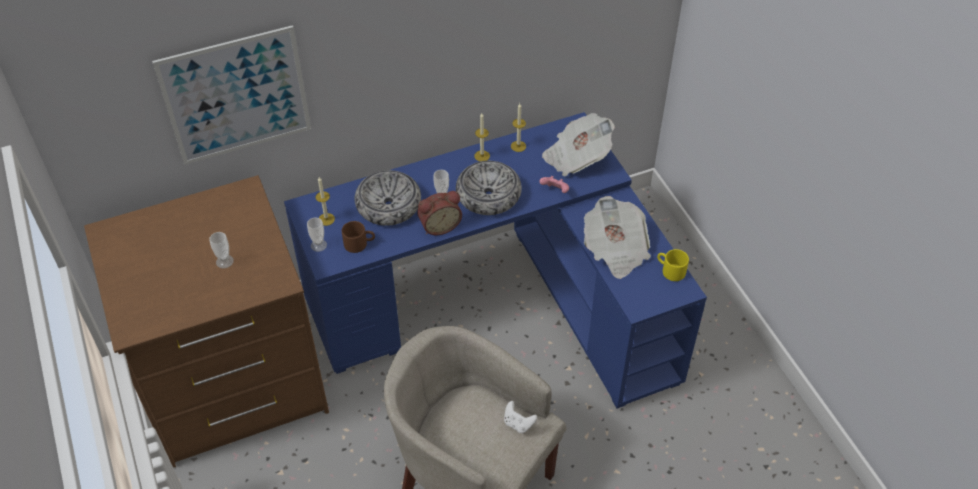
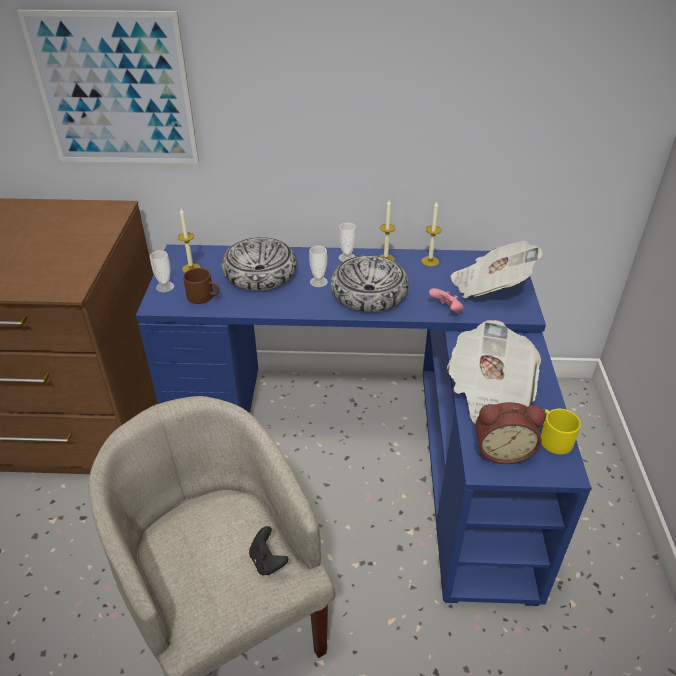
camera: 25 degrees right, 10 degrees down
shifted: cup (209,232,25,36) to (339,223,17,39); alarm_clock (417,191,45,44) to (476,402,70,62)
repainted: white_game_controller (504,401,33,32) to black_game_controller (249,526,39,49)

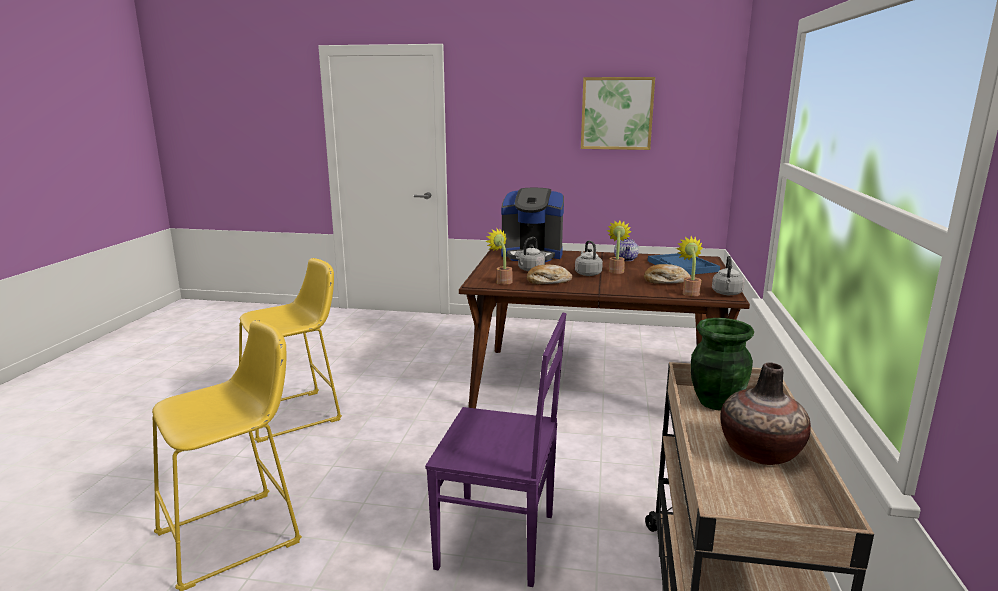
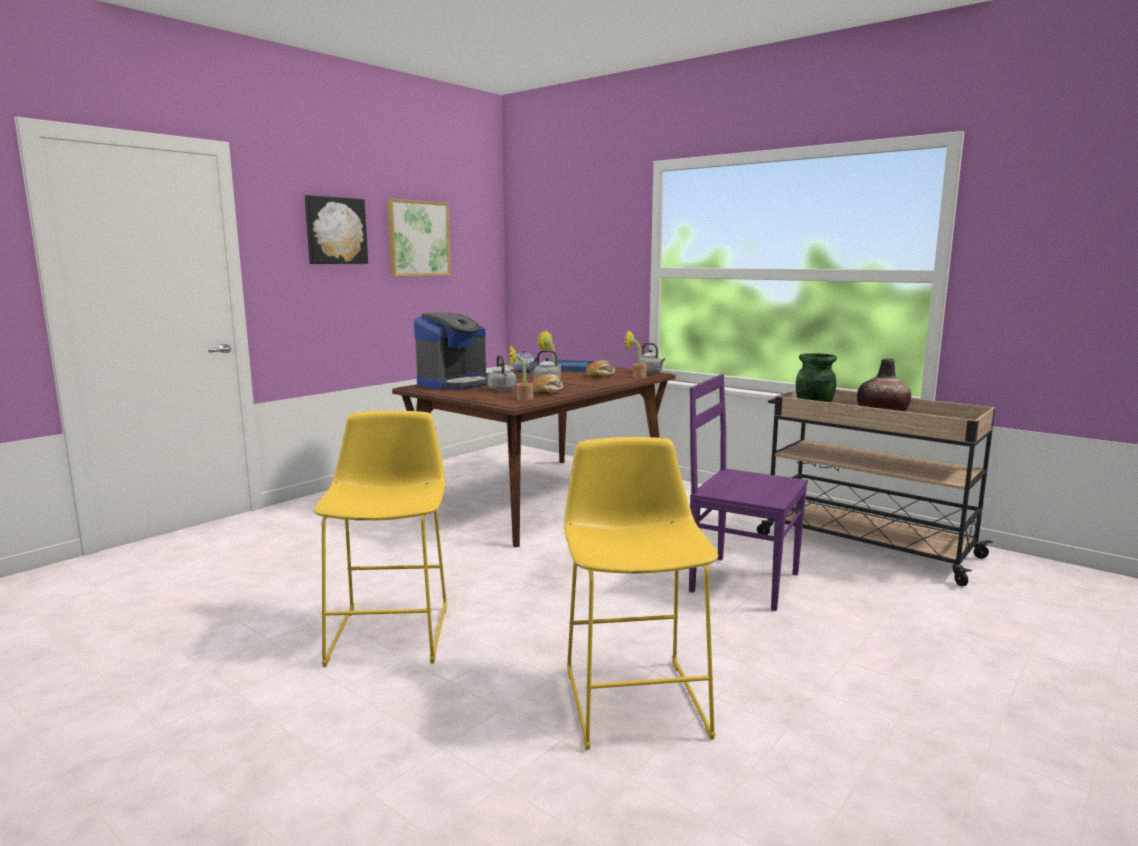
camera: 60 degrees left, 5 degrees down
new: picture (305,195,63,69)
rotated: purple_chair (425,313,141,274) = (689,374,119,237) 105 degrees counterclockwise

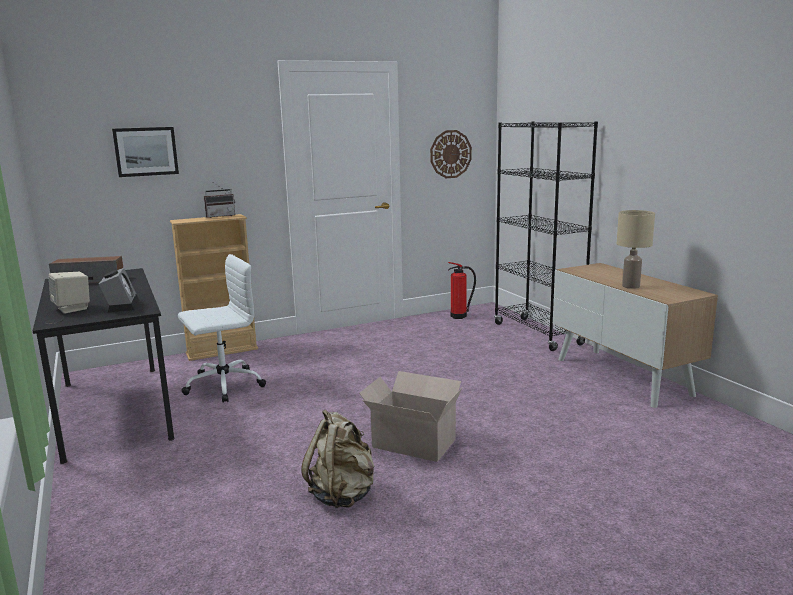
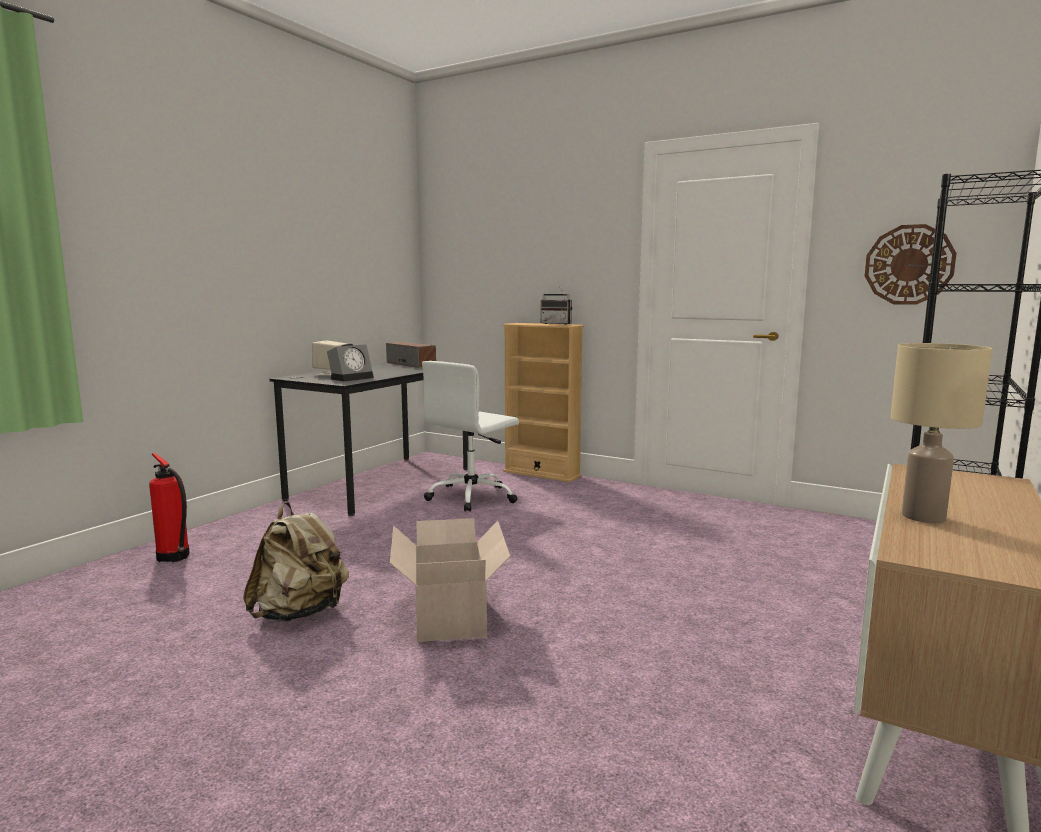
camera: 55 degrees right, 5 degrees down
gone: picture (112,127,67,50)
shifted: fire_extinguisher (448,262,28,57) to (149,453,41,109)
rotated: white_office_chair (178,254,88,149) = (422,361,97,151) 105 degrees clockwise

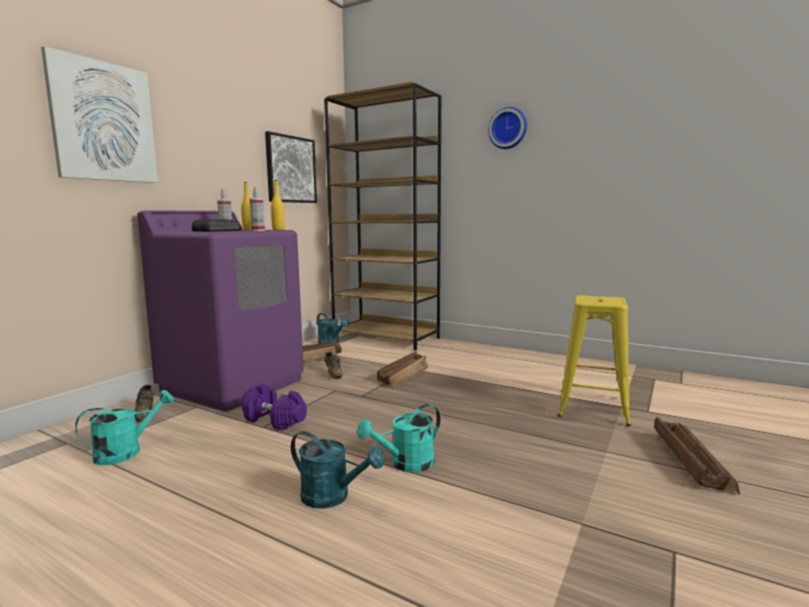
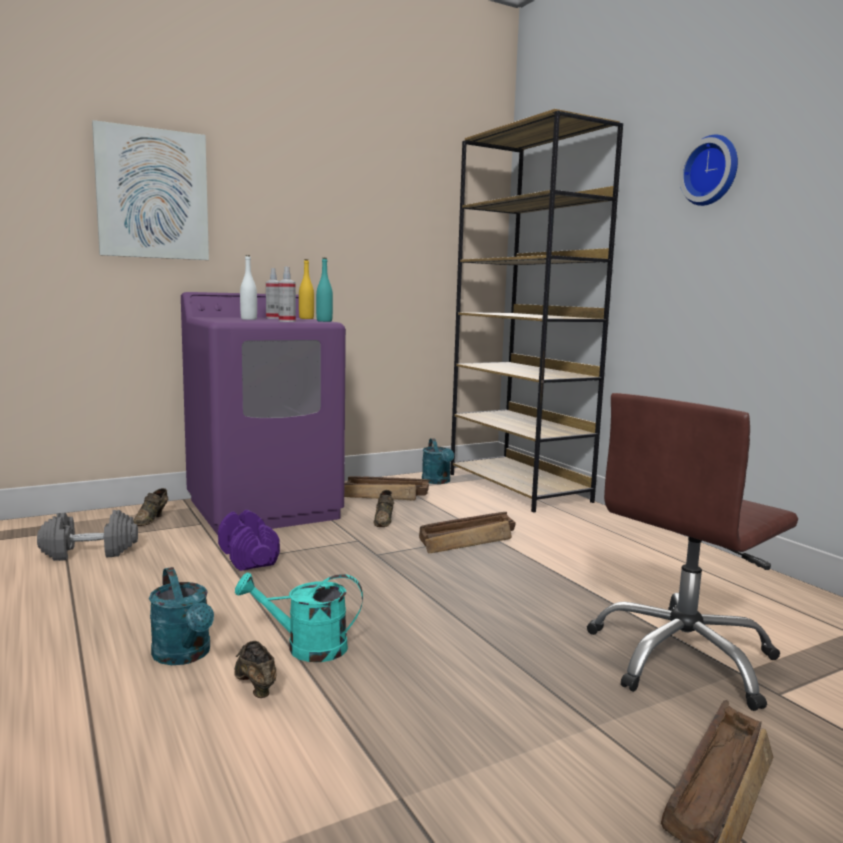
camera: 30 degrees right, 0 degrees up
gone: picture (265,131,52,72)
new: brown_shoe (234,641,43,57)
swapped: turquoise_watering_can (75,390,99,75) to grey_dumbbell (37,510,101,51); radio (192,220,49,12) to white_bottle (240,255,17,65); yellow_stool (558,295,73,131) to brown_office_chair (587,393,211,318)
repainted: yellow_bottle (271,180,14,50) to turquoise_bottle (316,258,17,64)

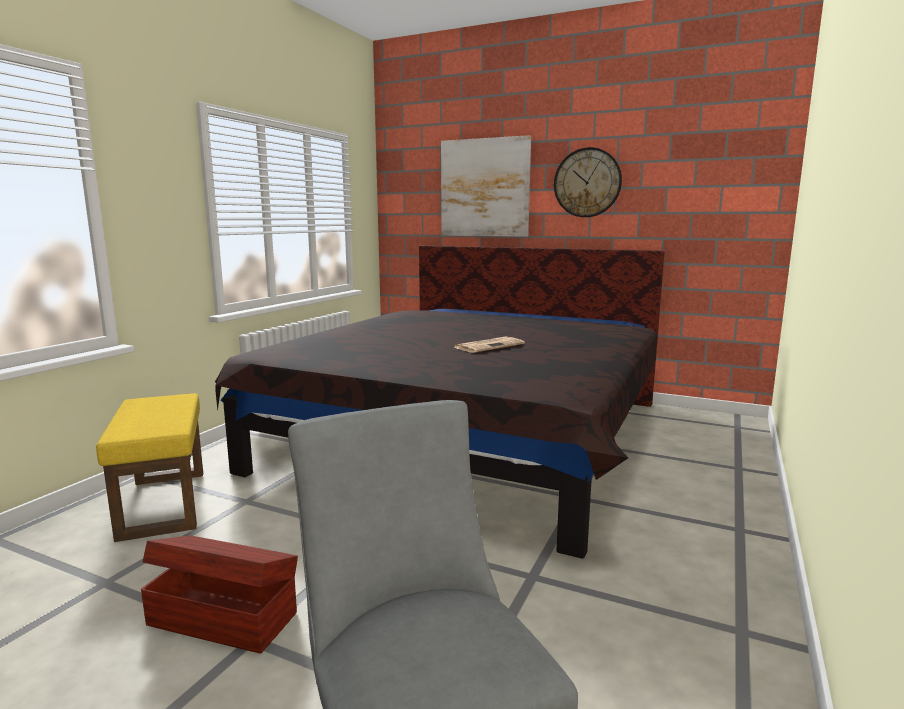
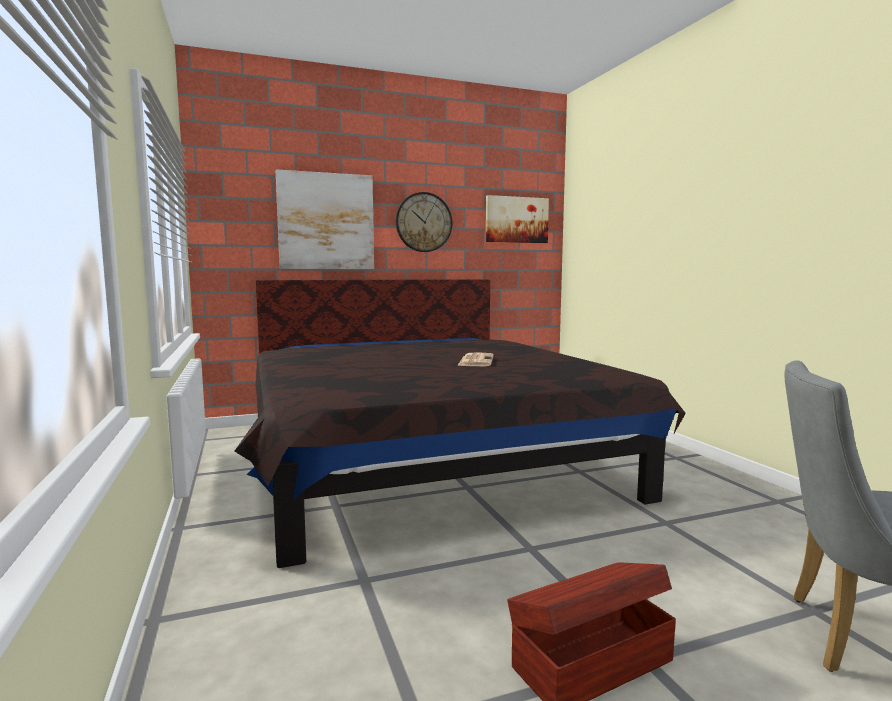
camera: 45 degrees left, 5 degrees down
gone: yellow_ottoman (96,393,107,149)
new: picture (486,195,63,48)

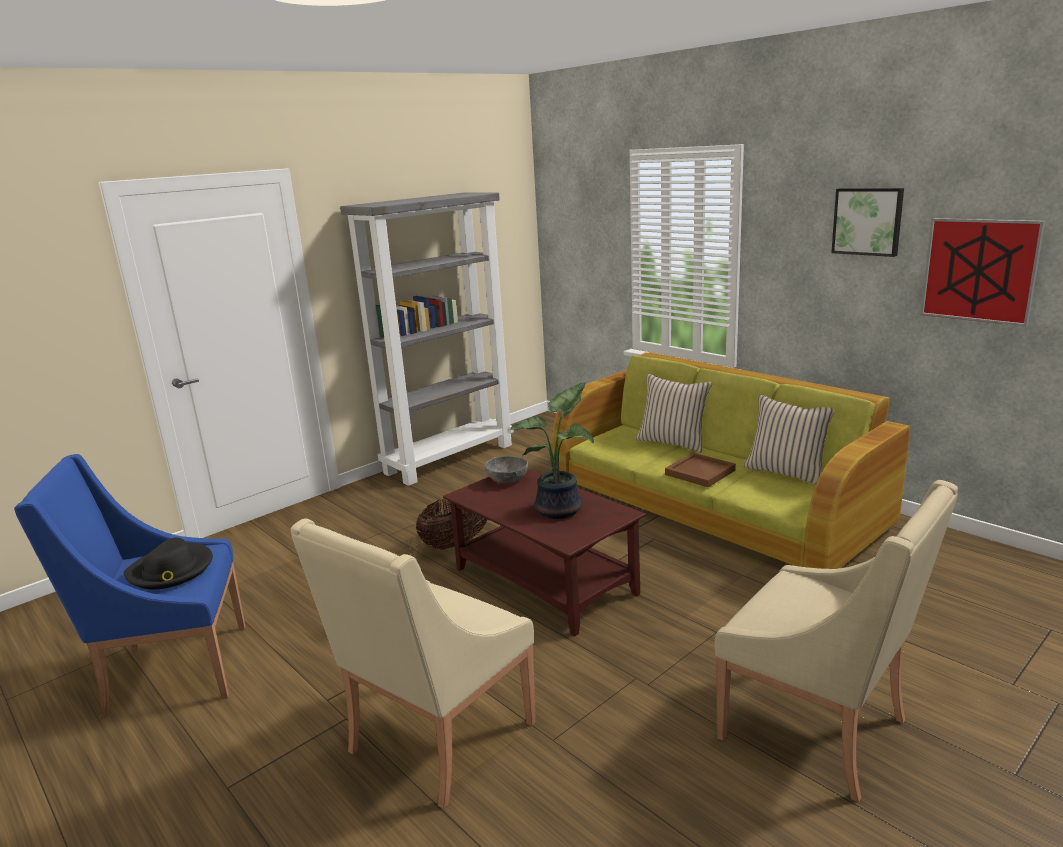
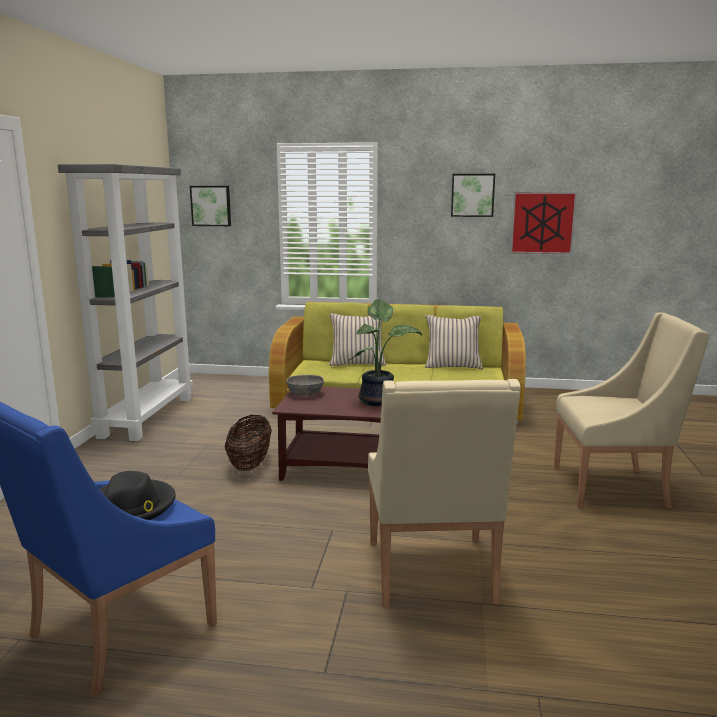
camera: 40 degrees left, 5 degrees down
gone: brown_tray (665,453,71,34)
new: picture (190,186,41,40)

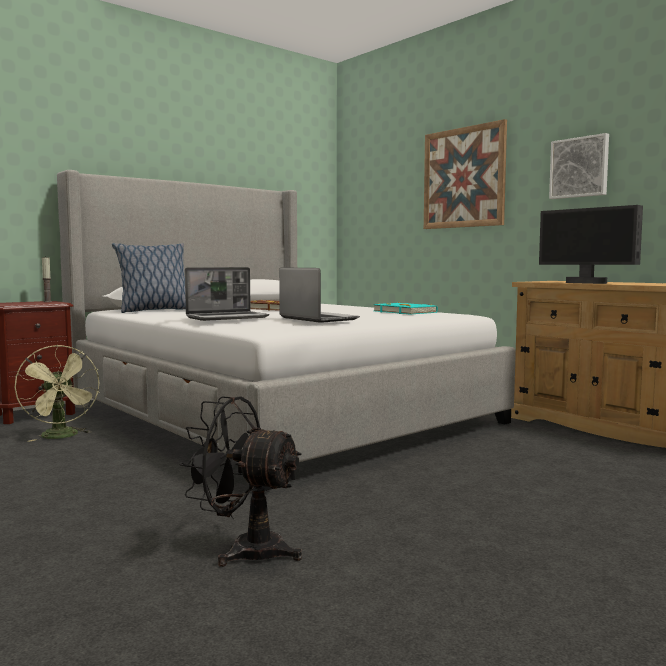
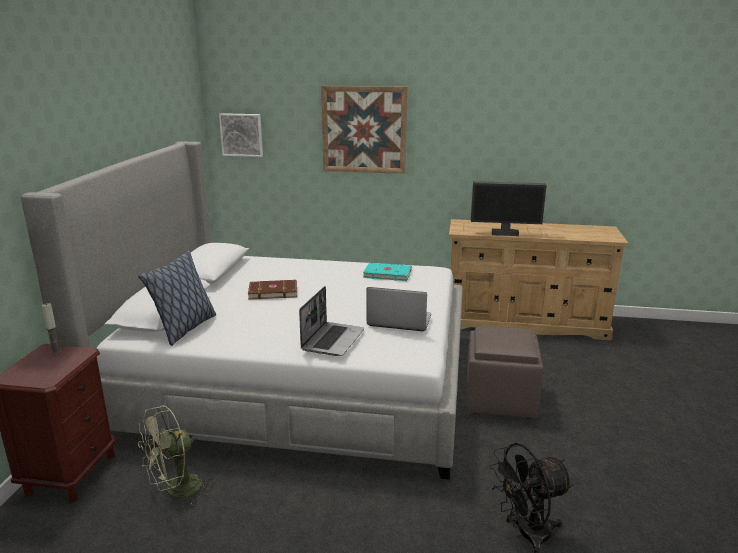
camera: 40 degrees left, 15 degrees up
new: brown_ottoman (466,326,77,93)
shifted: picture (549,133,60,66) to (219,113,44,44)
rotated: green_fan (15,345,84,97) = (138,406,77,100) 120 degrees clockwise

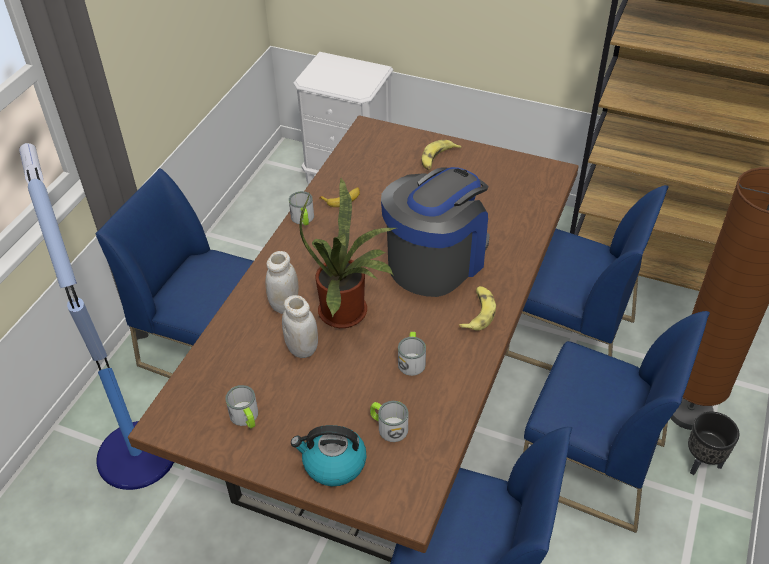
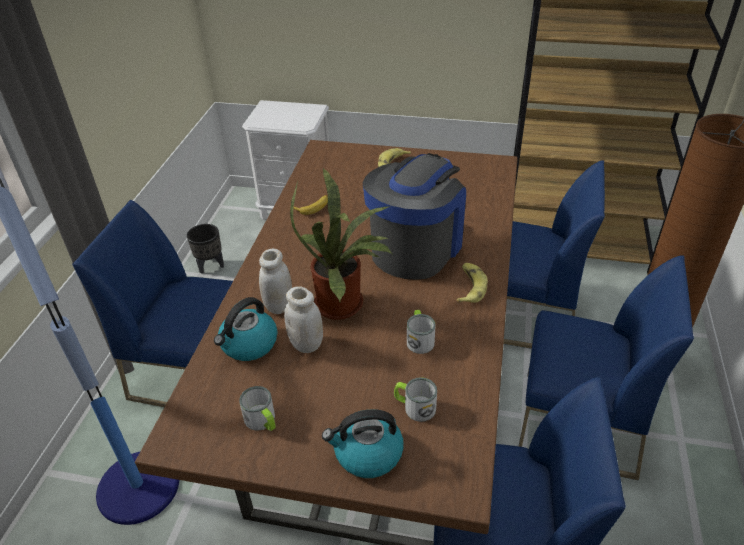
camera: 10 degrees left, 5 degrees down
gone: mug (289,191,25,35)
new: kettle (214,297,64,64)
shifted: black_planter (688,412,51,63) to (187,224,37,50)

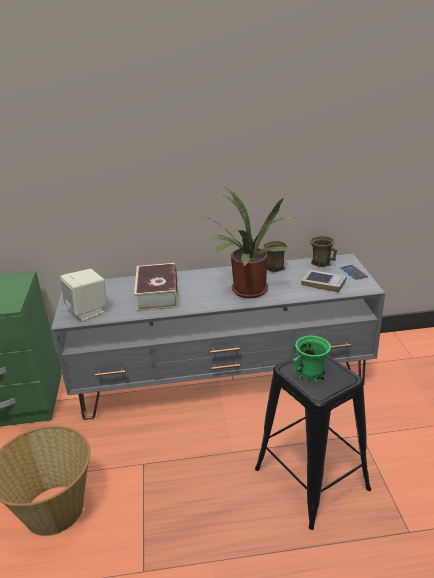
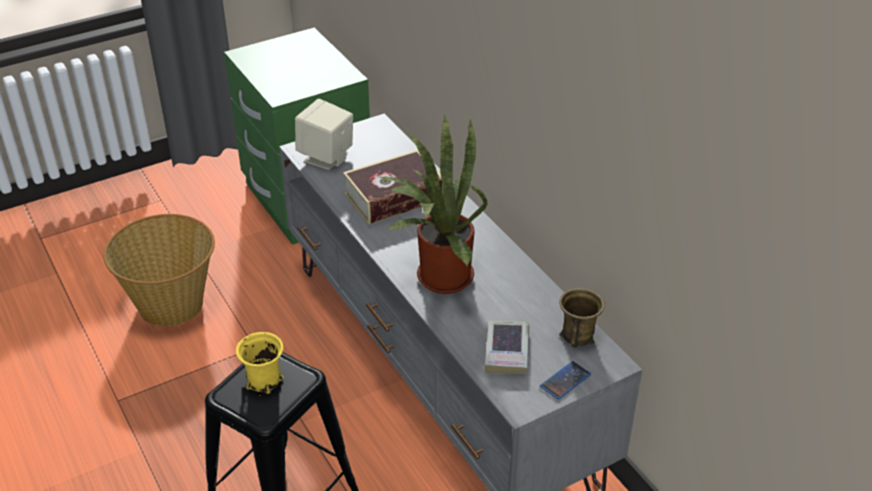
camera: 65 degrees right, 10 degrees up
gone: brown_mug (262,240,26,33)
repainted: green_mug (293,336,38,46) to yellow_mug (236,332,48,62)

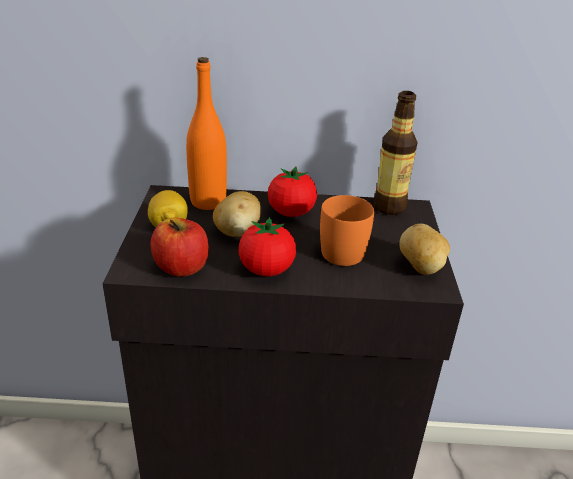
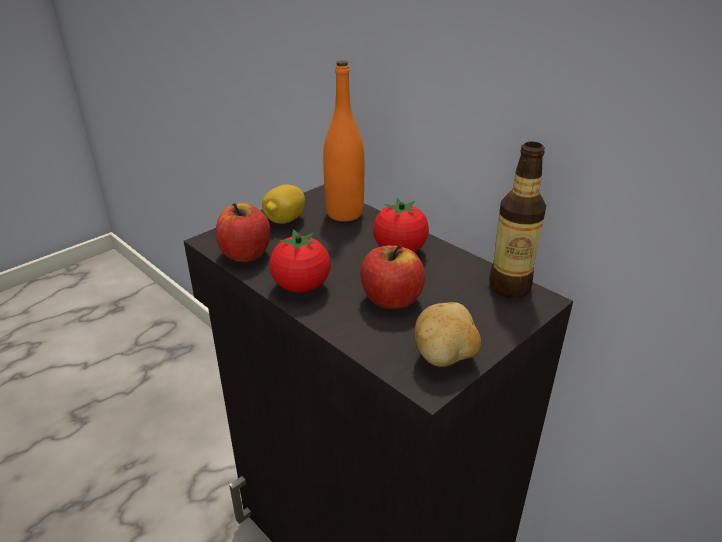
camera: 45 degrees right, 0 degrees up
gone: potato (213,191,48,46)
swapped: orange_mug (320,195,54,71) to apple (360,245,65,64)

